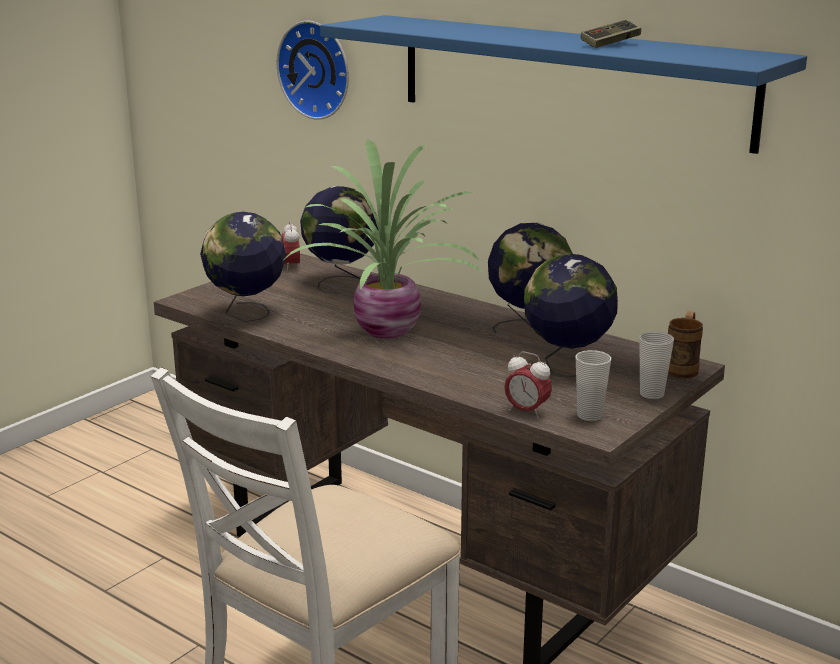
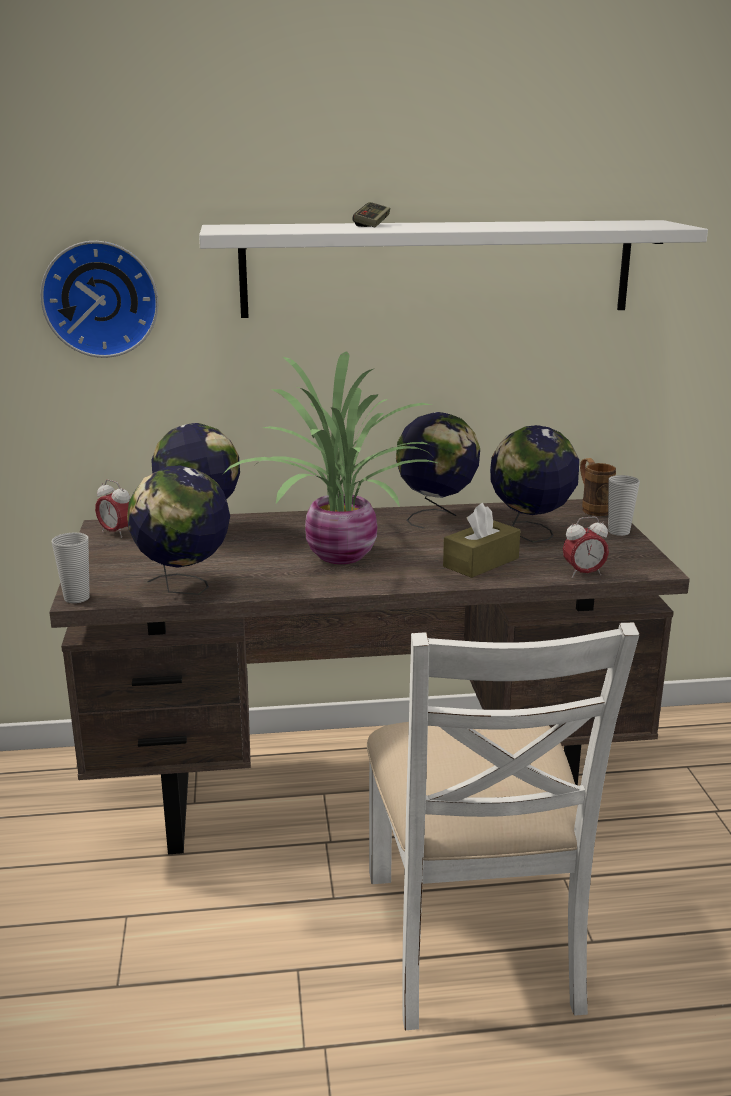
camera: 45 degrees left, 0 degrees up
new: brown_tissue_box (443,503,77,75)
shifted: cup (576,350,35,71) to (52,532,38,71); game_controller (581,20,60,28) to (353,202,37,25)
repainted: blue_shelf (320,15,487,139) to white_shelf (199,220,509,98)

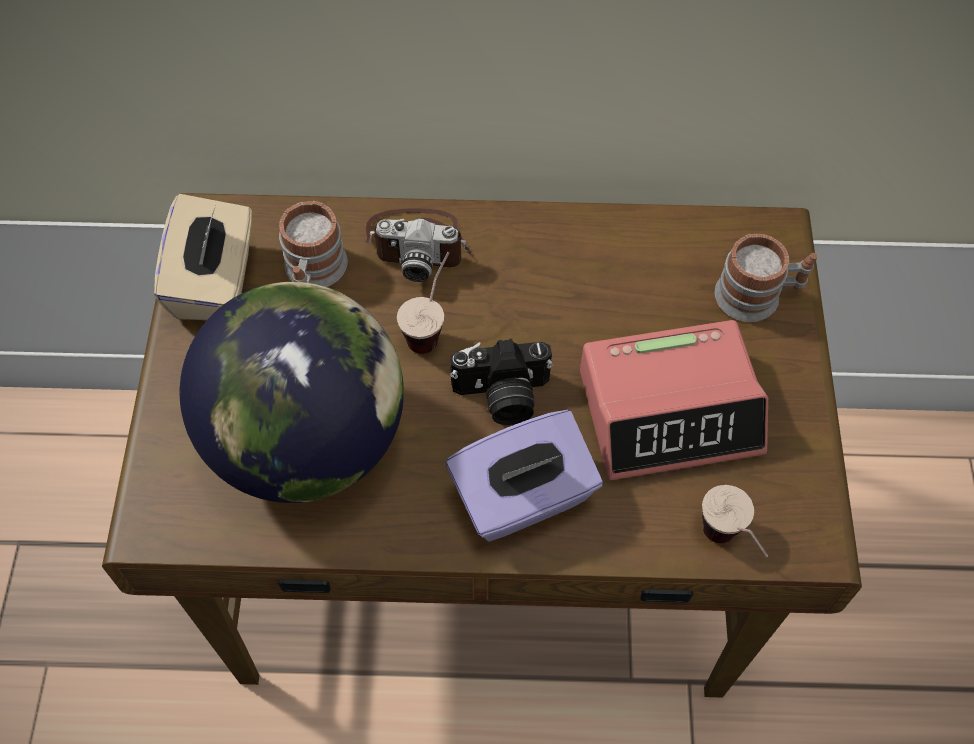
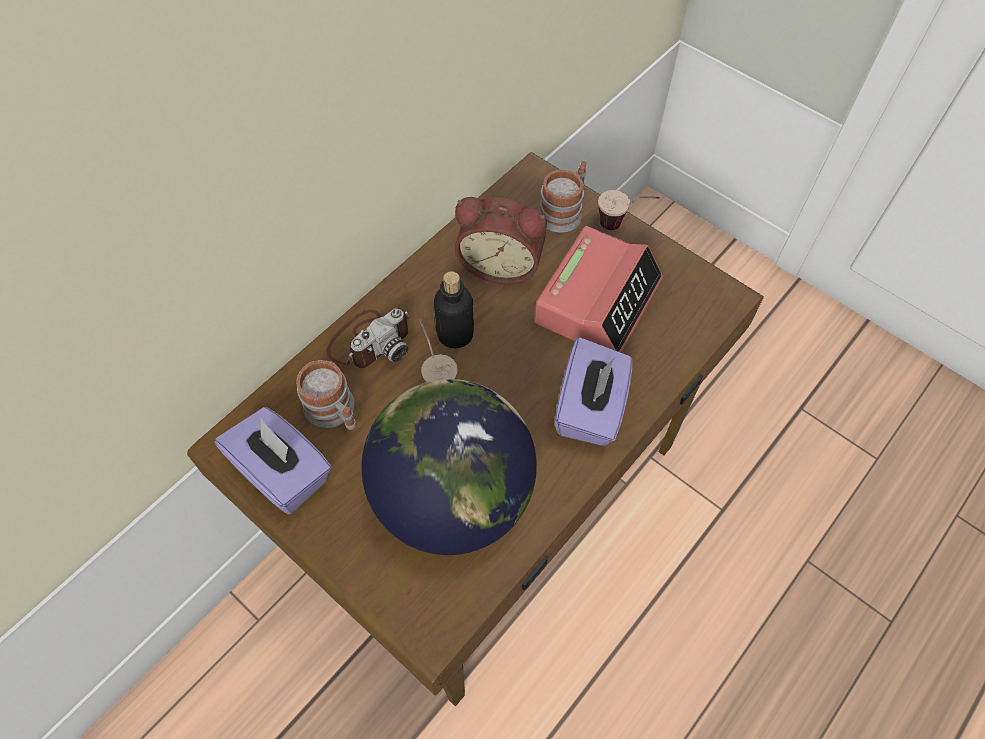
camera: 50 degrees left, 0 degrees up
gone: photo_camera (450,339,103,86)
new: bottle (433,271,41,77); alarm_clock (455,197,92,87)
shifted: cup (702,485,67,72) to (598,190,62,40)
repainted: beige_tissue_box (154,194,98,126) to purple_tissue_box (215,407,117,108)

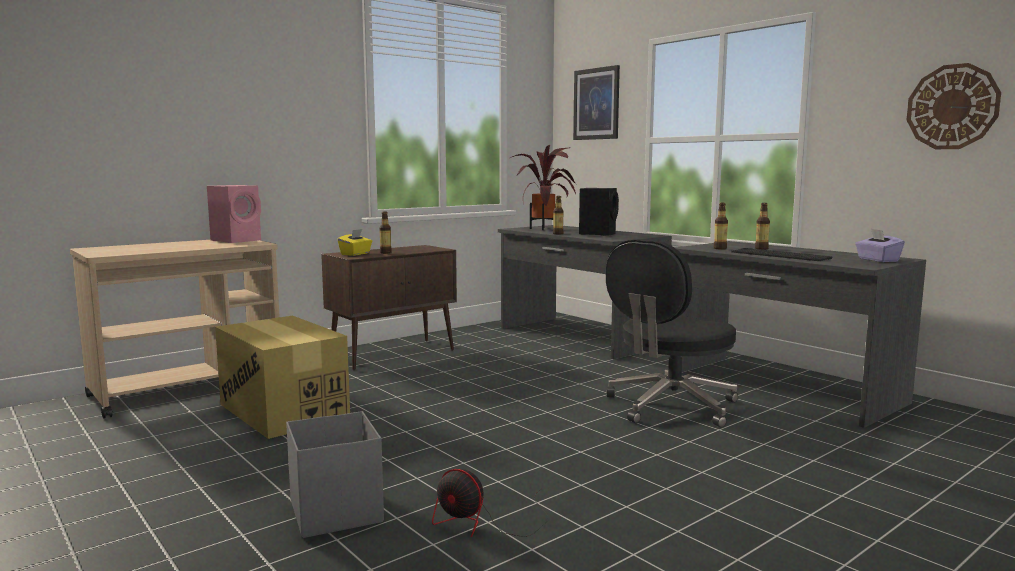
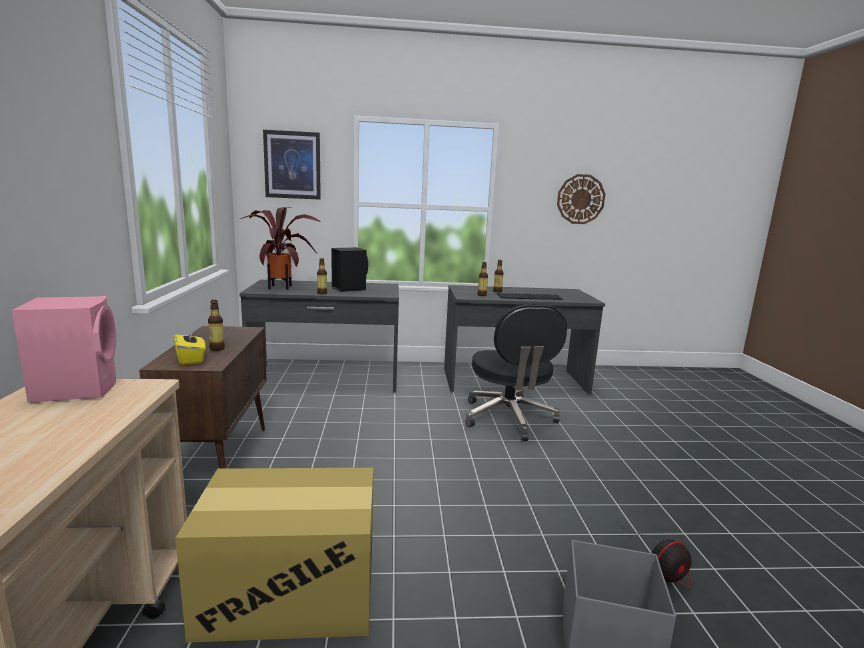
camera: 55 degrees left, 5 degrees up
gone: purple_tissue_box (855,229,50,33)

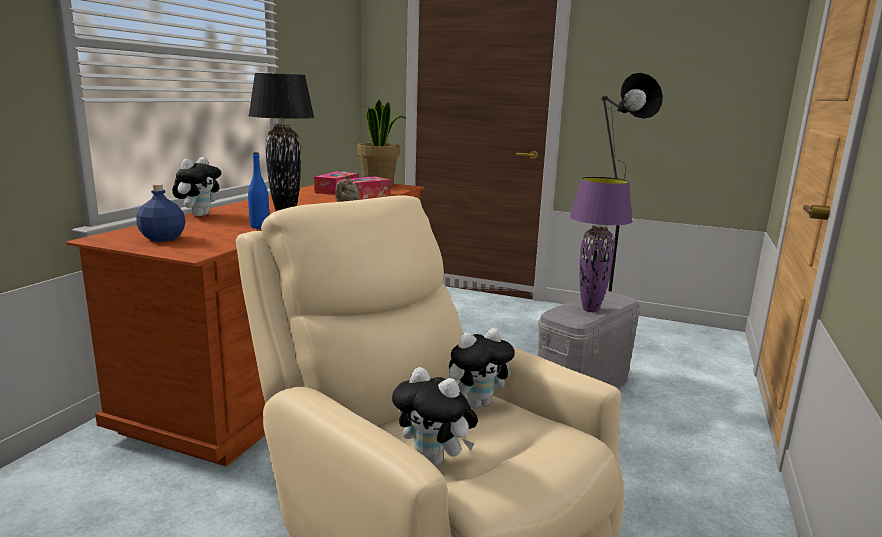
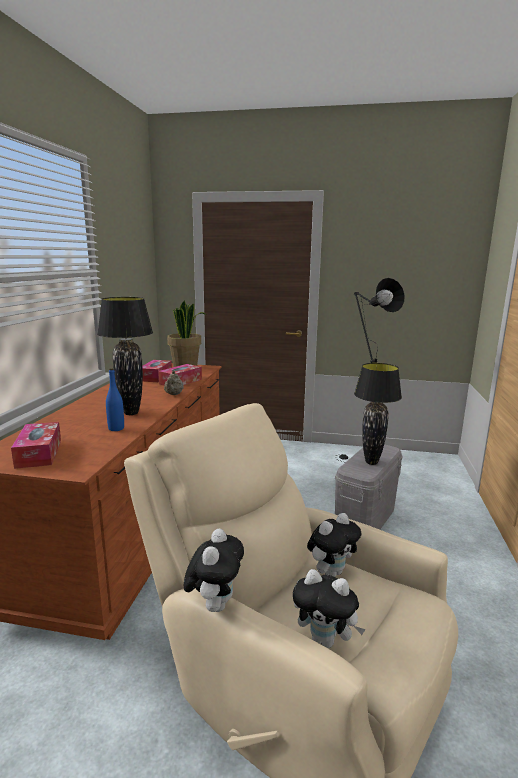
camera: 10 degrees left, 0 degrees up
shifted: plush_toy (172,157,49,59) to (184,529,60,83)
swapped: blue_bottle (136,184,50,58) to tissue_box (11,422,50,47)
repainted: purple_table_lamp (570,177,63,135) to black_table_lamp (354,363,48,102)

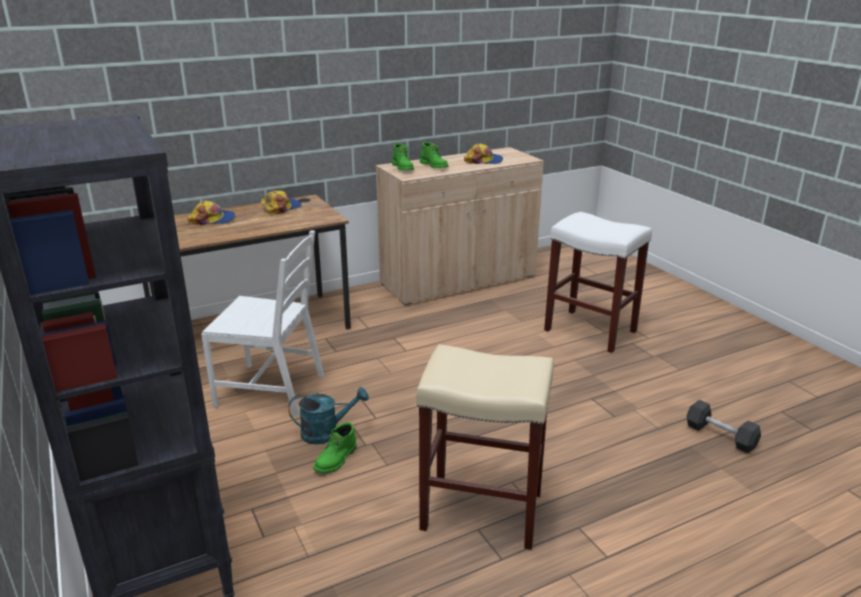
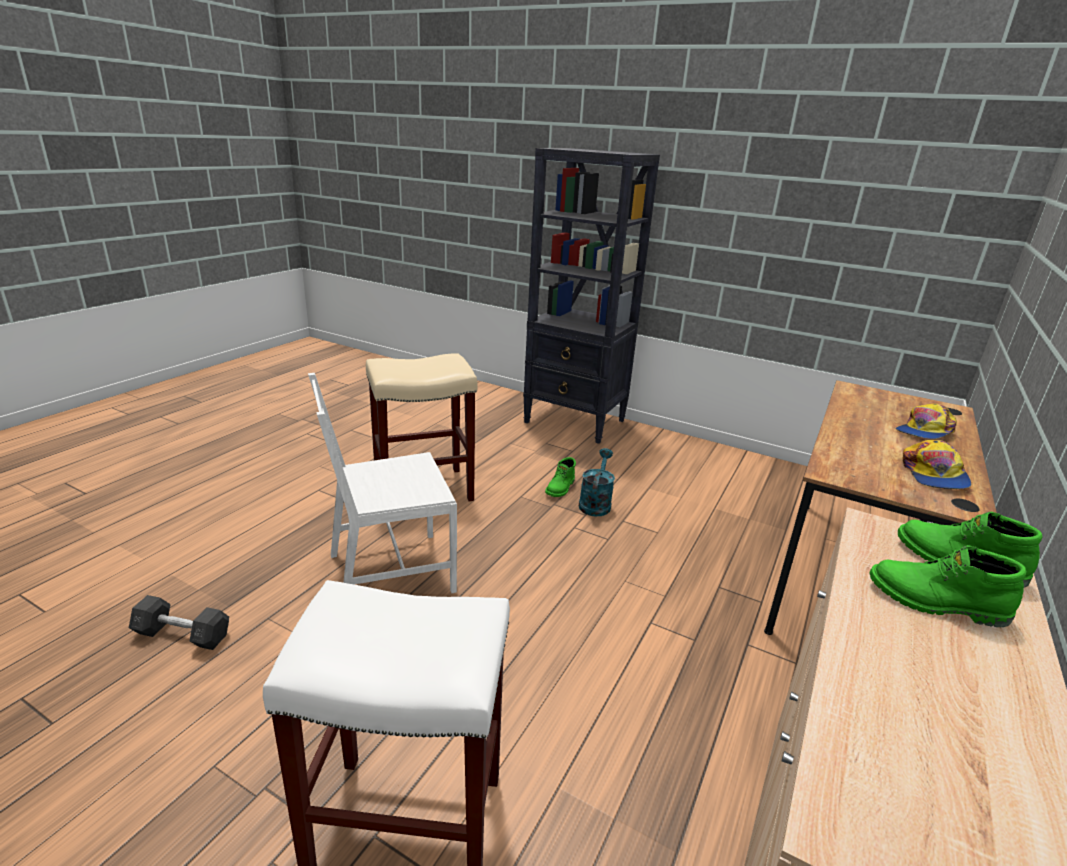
camera: 145 degrees right, 0 degrees up
gone: cap (464,143,39,21)
shifted: white_chair (201,230,123,186) to (308,373,149,220)
rotated: turquoise_watering_can (289,387,80,58) = (579,448,36,68) 150 degrees clockwise; green_boot (313,422,43,51) = (545,457,31,40) 150 degrees counterclockwise

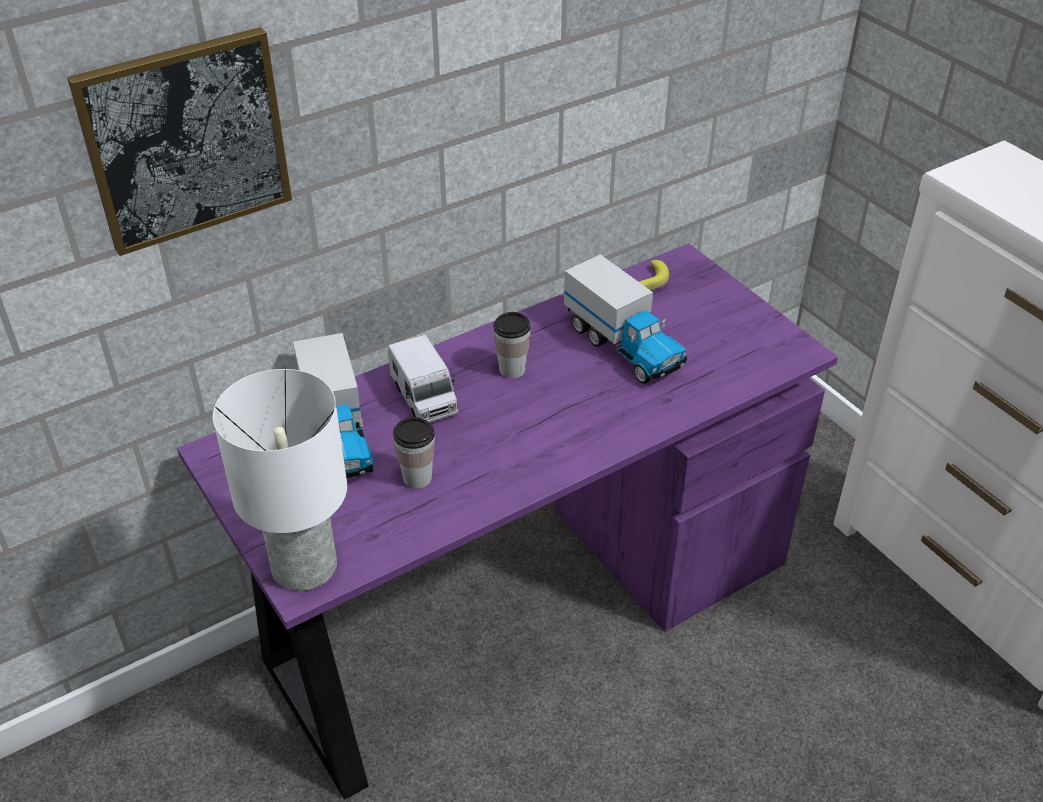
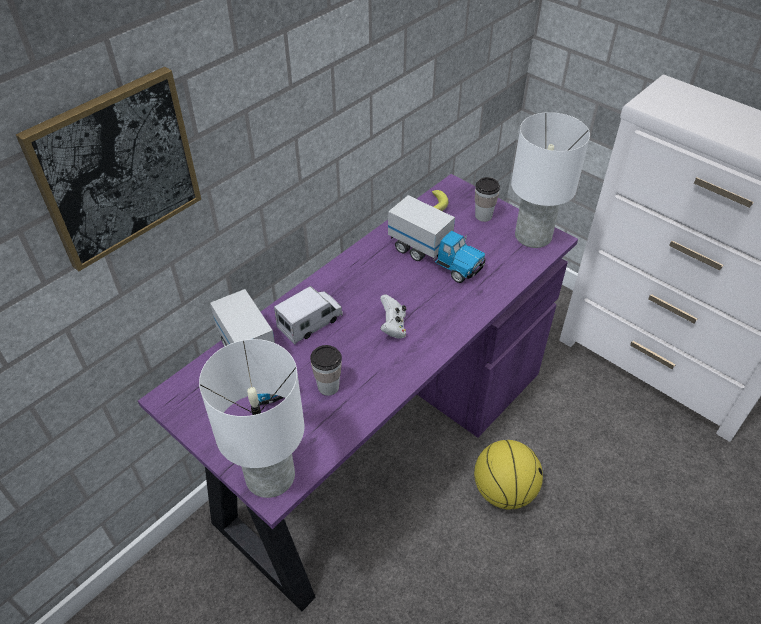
camera: 15 degrees left, 5 degrees up
new: white_game_controller (380,294,26,45); basketball (474,440,69,69); white_table_lamp (511,112,79,136)
shifted: cup (493,312,38,66) to (475,177,25,45)
rotated: toy_truck (388,335,71,88) = (274,286,69,59) 90 degrees counterclockwise

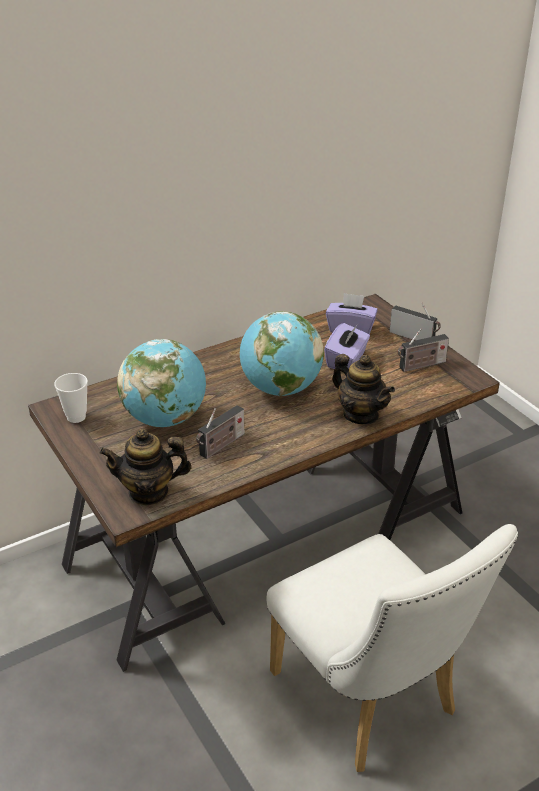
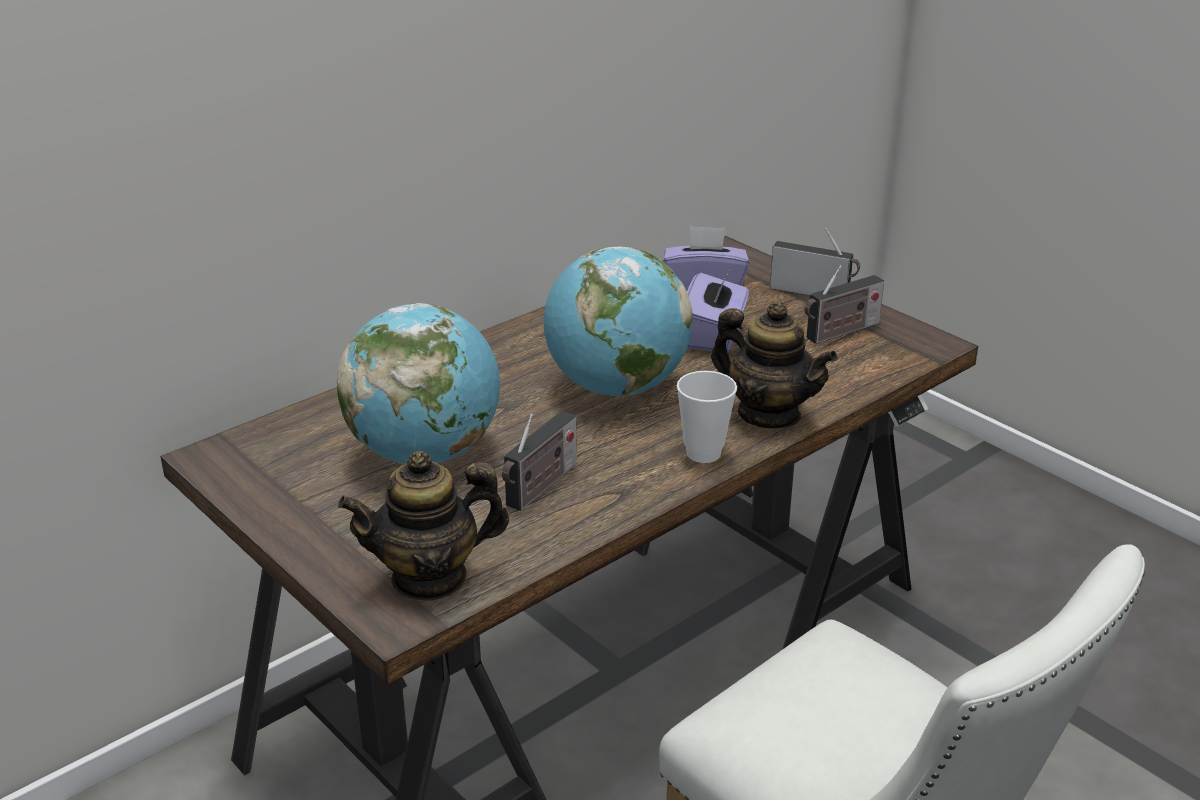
camera: 10 degrees left, 5 degrees down
shifted: cup (54,373,34,50) to (677,371,60,92)

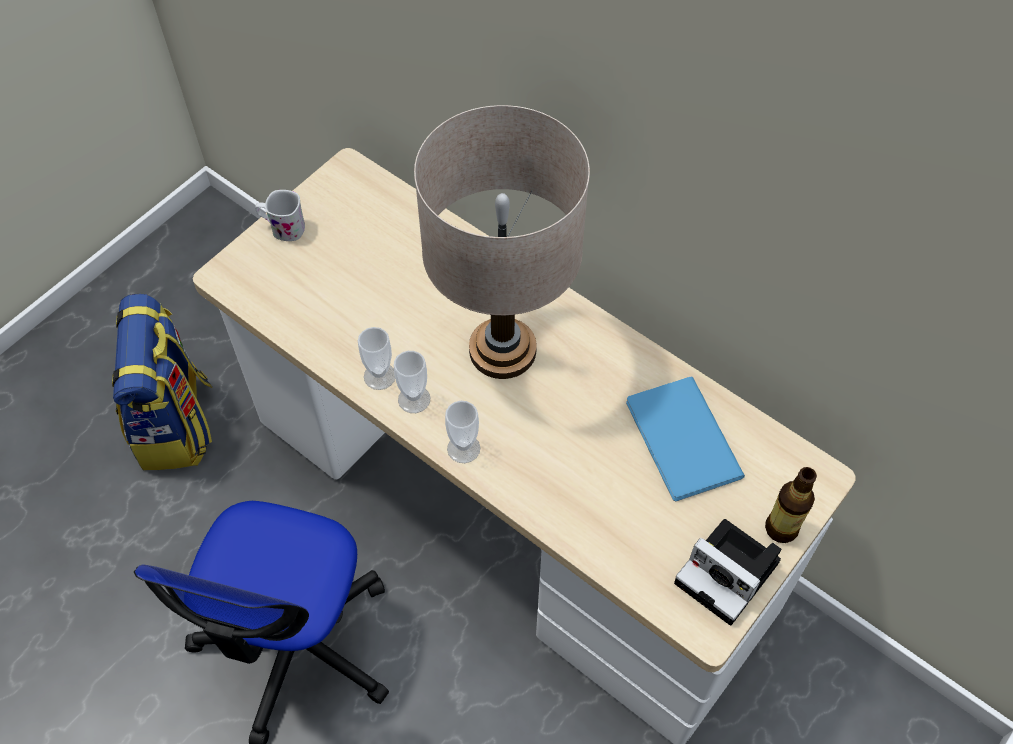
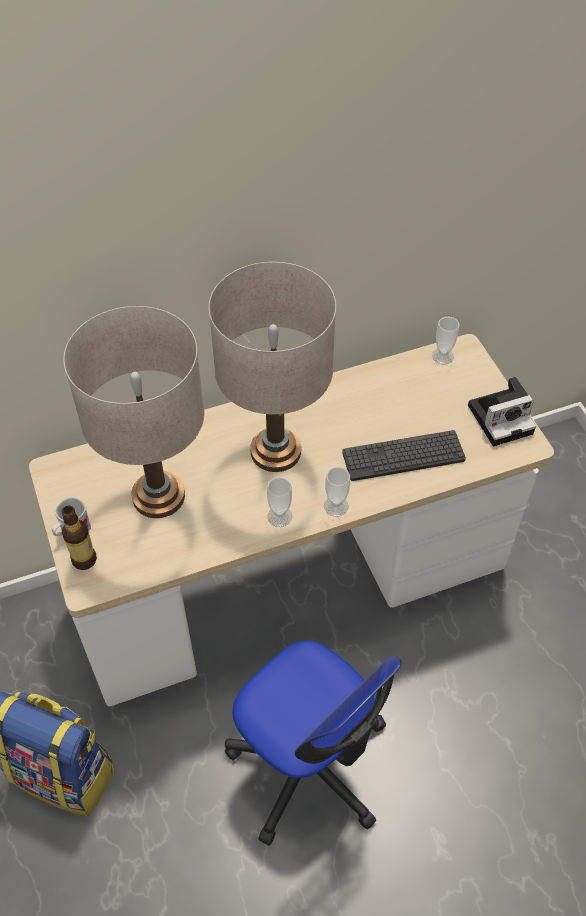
camera: 60 degrees left, 5 degrees down
gone: blue_book (626,377,119,124)
new: beige_table_lamp (63,306,141,212); keyboard (342,430,124,51)
shifted: cup (358,327,37,63) to (432,317,28,48); bottle (765,467,52,76) to (62,505,35,65)

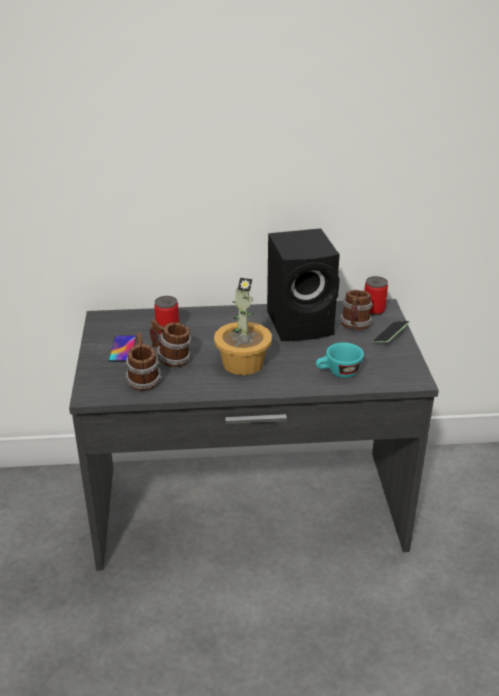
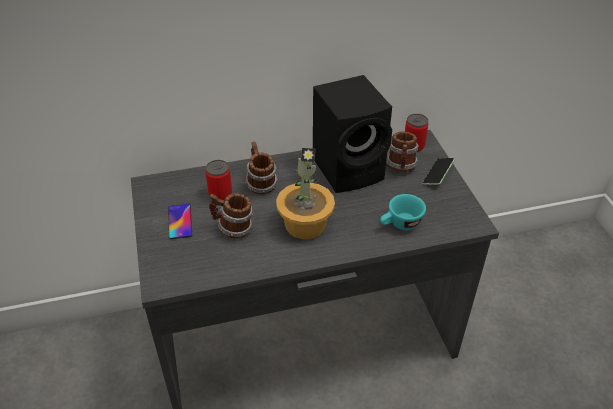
camera: 10 degrees left, 10 degrees up
shifted: mug (125,332,37,59) to (245,142,33,52)

